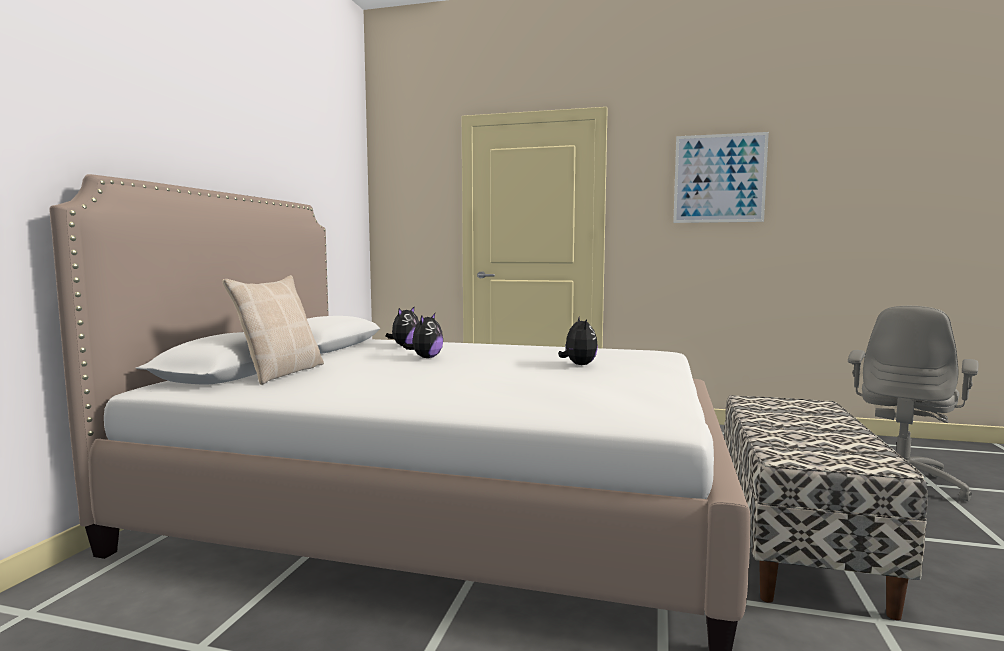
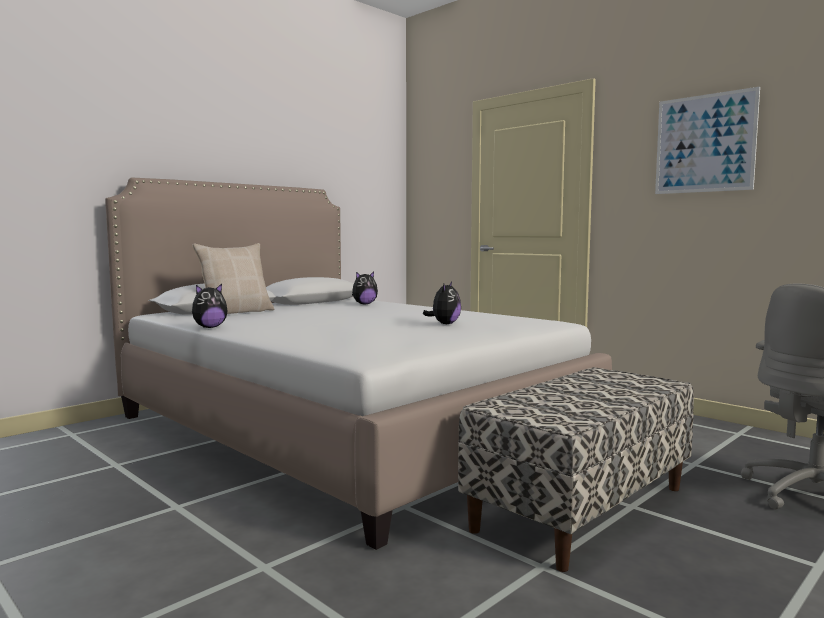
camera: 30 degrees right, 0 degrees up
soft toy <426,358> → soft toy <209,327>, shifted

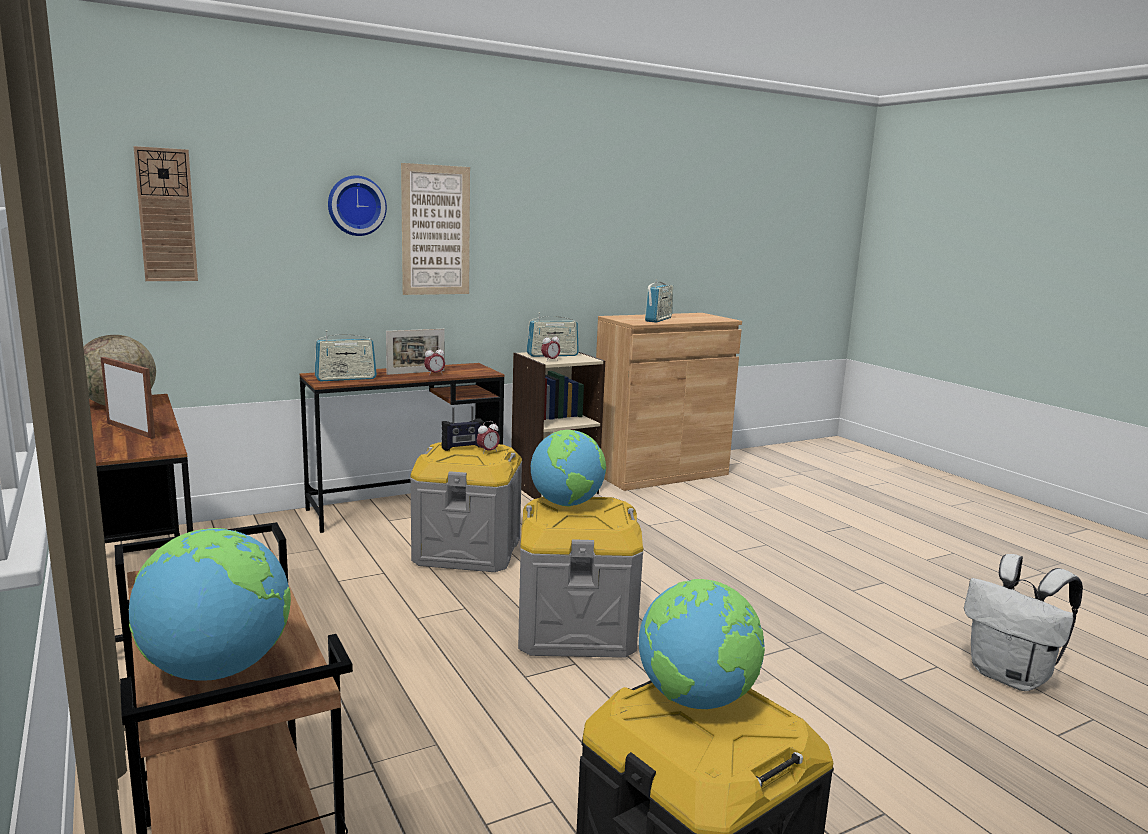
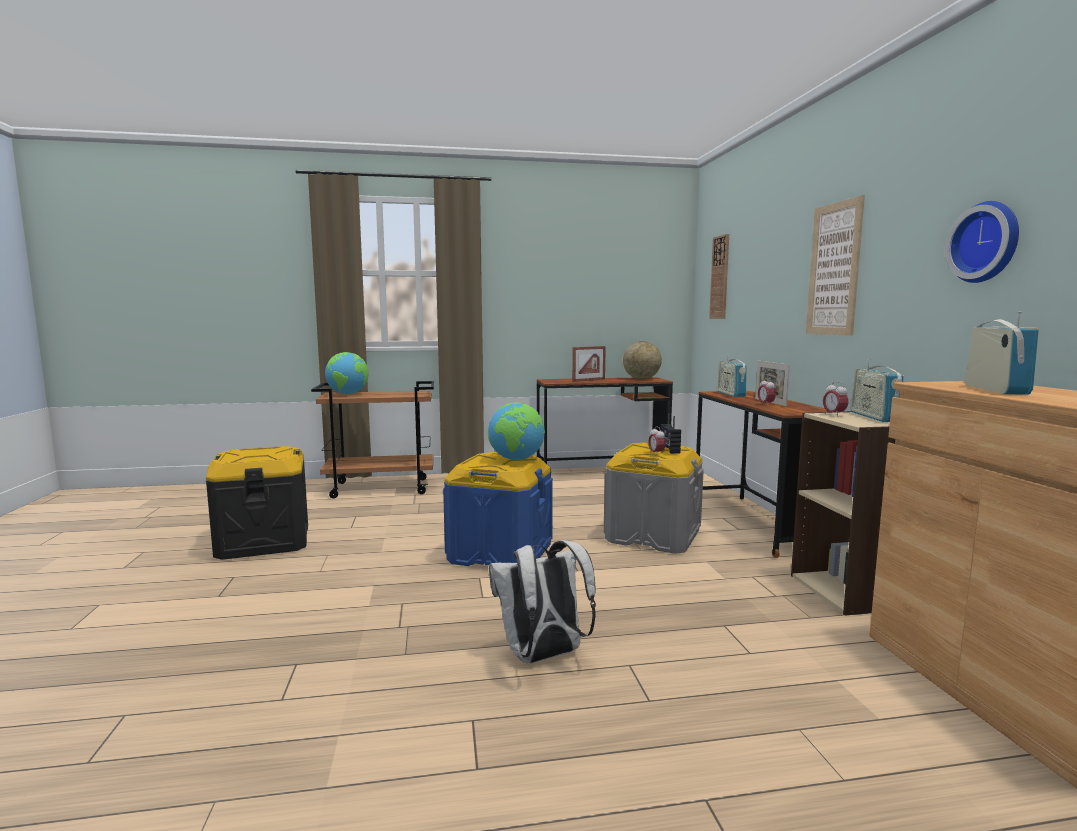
camera: 110 degrees right, 5 degrees down
world globe <697,699> → -
hanging clock <356,205> → hanging clock <987,242>, shifted
knapsack in white <1011,677> → knapsack in white <543,656>, shifted
storage bin in greyish <575,628> → storage bin in blue <500,553>
radio set <658,319> → radio set <995,389>, 120 degrees counterclockwise

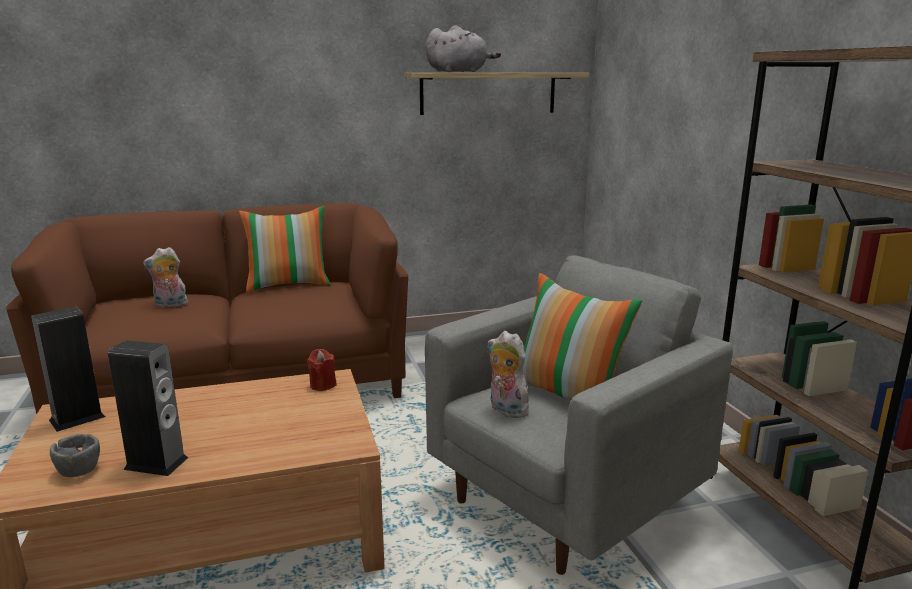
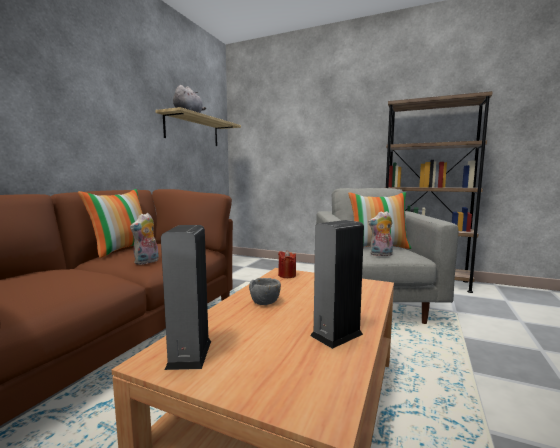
camera: 50 degrees left, 10 degrees down
serving bowl in greyish <79,471> → serving bowl in greyish <265,302>, shifted
soft toy <170,305> → soft toy <147,262>, shifted

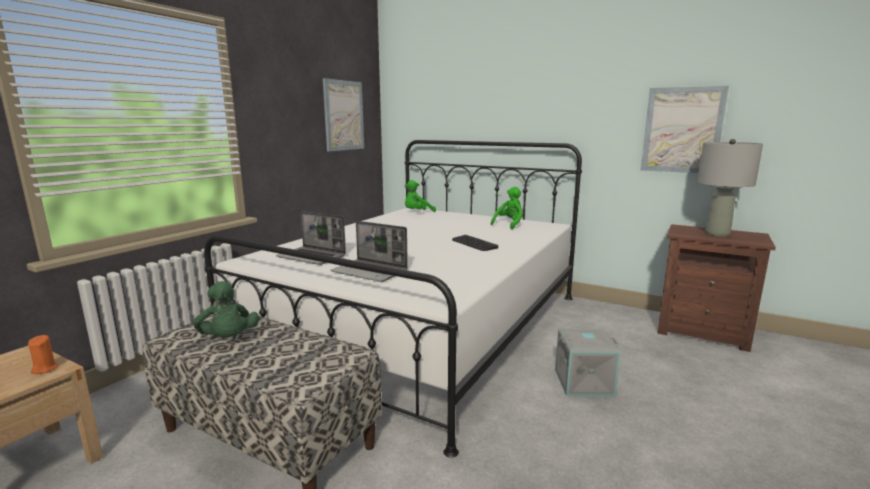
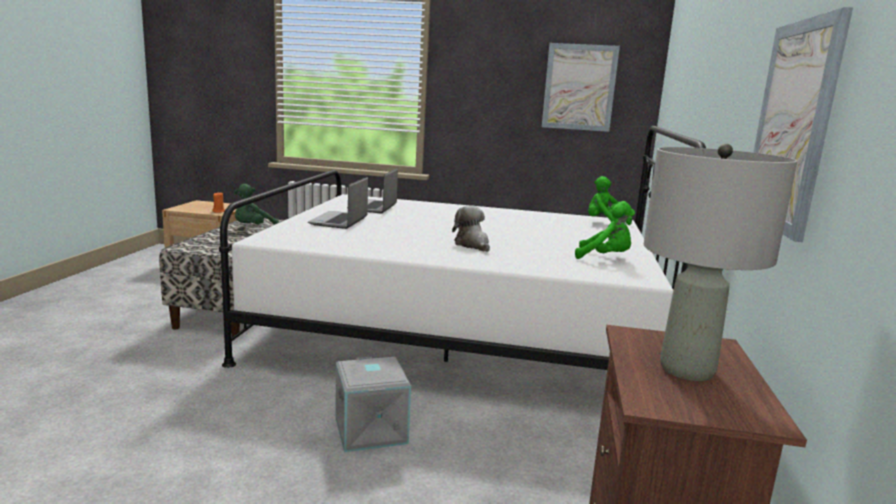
camera: 70 degrees right, 0 degrees up
computer keyboard <474,244> → soft toy <472,245>

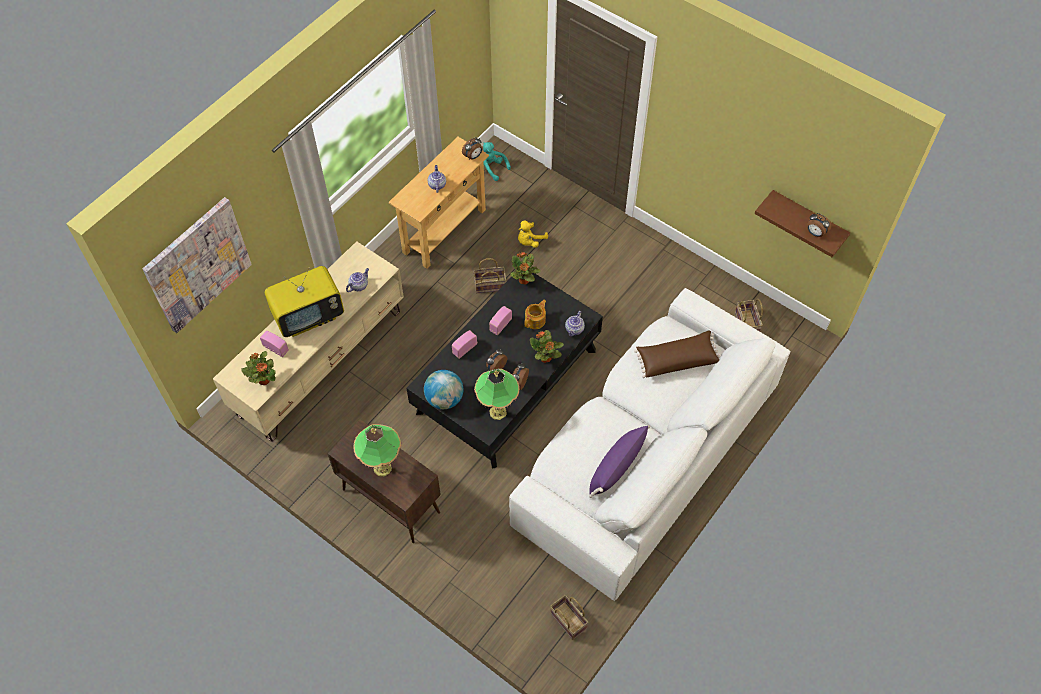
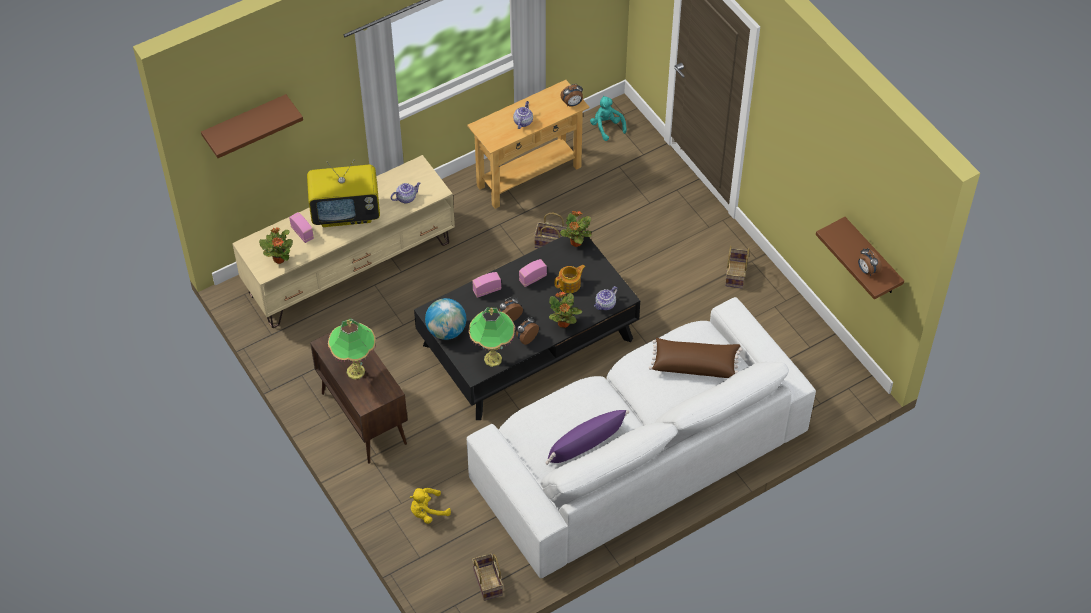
camera: 20 degrees right, 5 degrees down
soft toy in yellow <530,241> → soft toy in yellow <427,512>, shifted
storage basket <747,324> → storage basket <736,275>, shifted
wall art <197,264> → bracket shelf in brown <245,123>

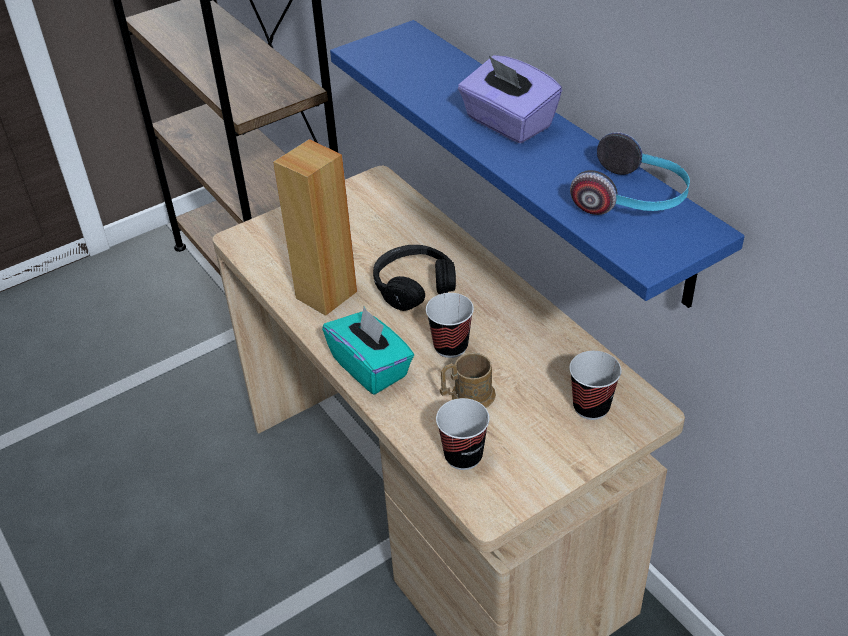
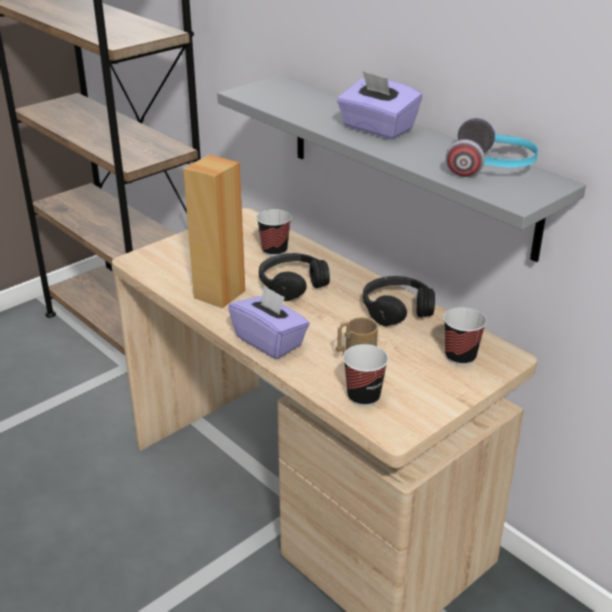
camera: 10 degrees left, 10 degrees down
- → headset in blackish <396,309>
cup <450,346> → cup <274,251>, shifted
box of tissues in turquoise-coloured <371,367> → box of tissues in purple-coloured <270,341>
bracket shelf in blue <552,158> → bracket shelf in greyish <408,163>

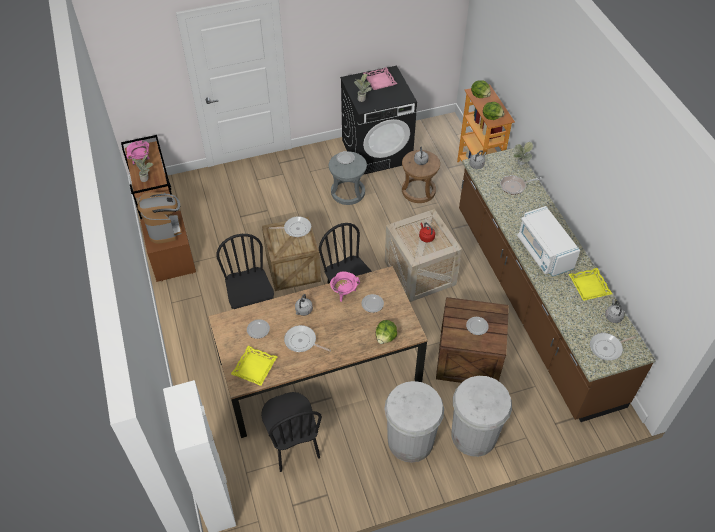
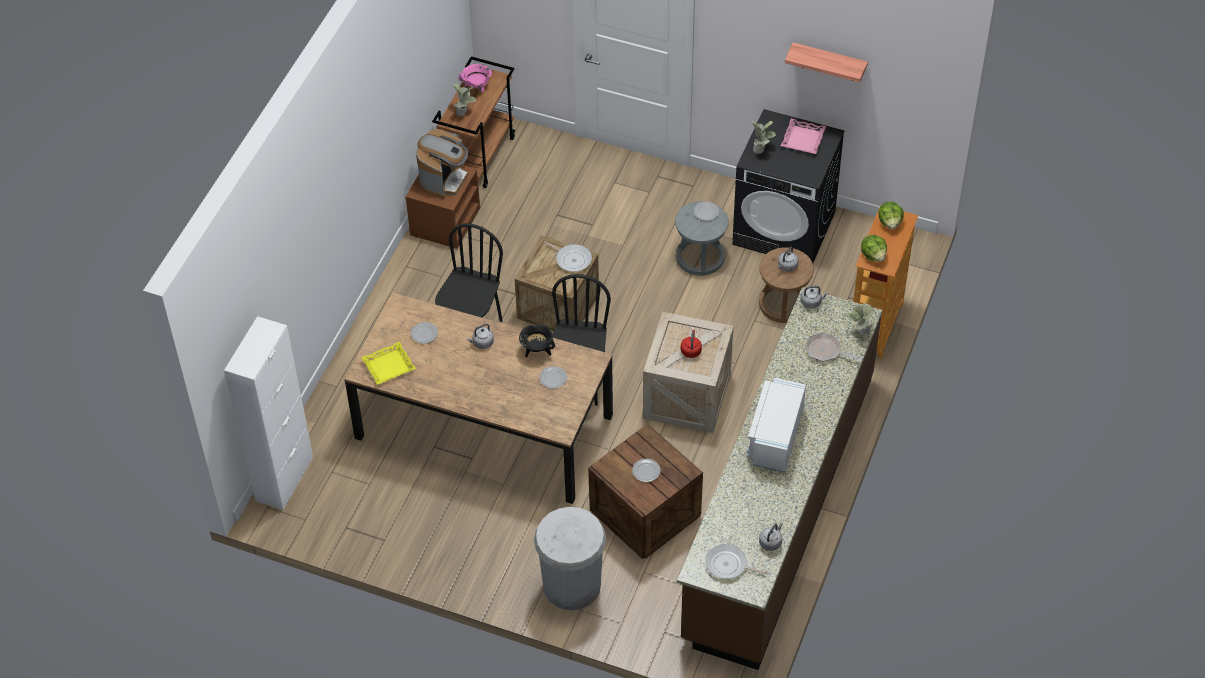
camera: 40 degrees right, 0 degrees up
upright chair in blackish <293,446> → -
pan <302,341> → -
lettuce head <385,337> → -
waste bin in white <410,441> → -
carrying tray in yellow <589,286> → -
- → bracket shelf <829,62>
saucepot in pinkish <344,293> → saucepot in blackish <537,351>

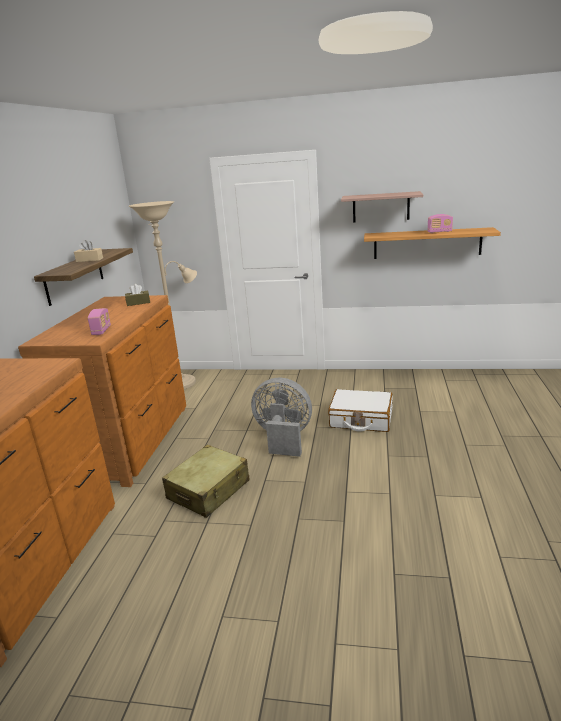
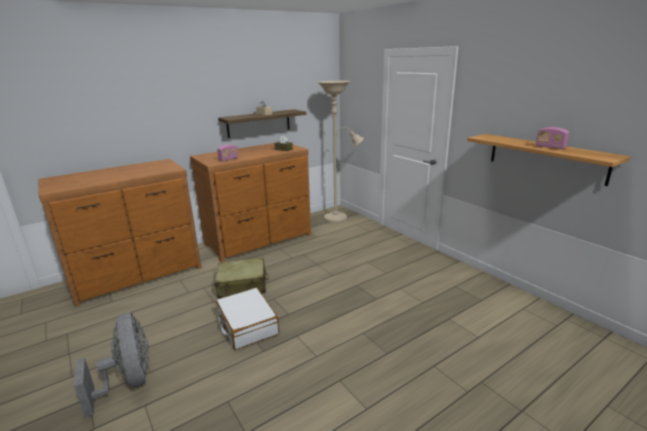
camera: 45 degrees right, 0 degrees up
bracket shelf <381,207> → -
cooling fan in greyish <283,438> → cooling fan in greyish <129,382>, shifted
piece of luggage in white <361,419> → piece of luggage in white <247,325>, shifted

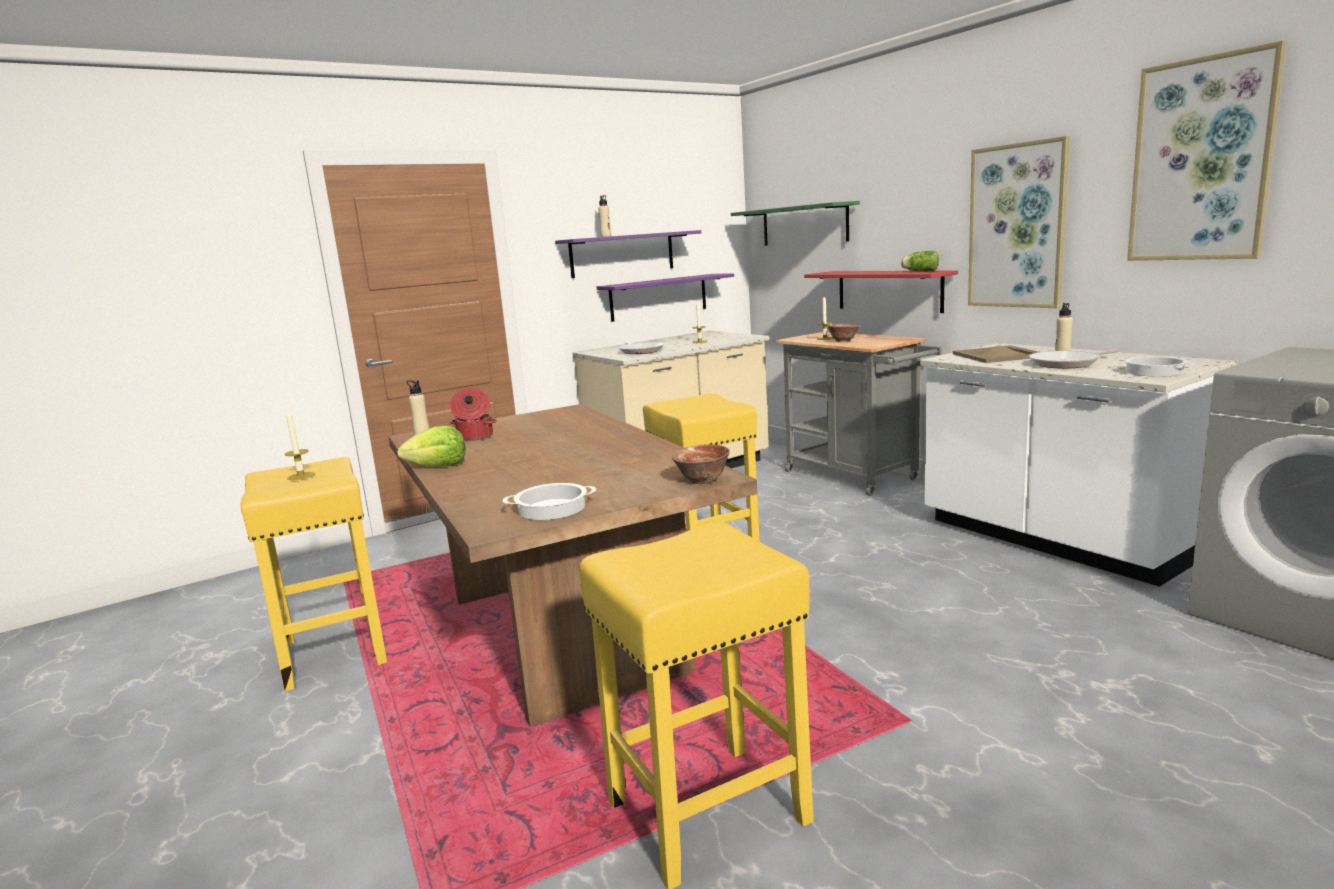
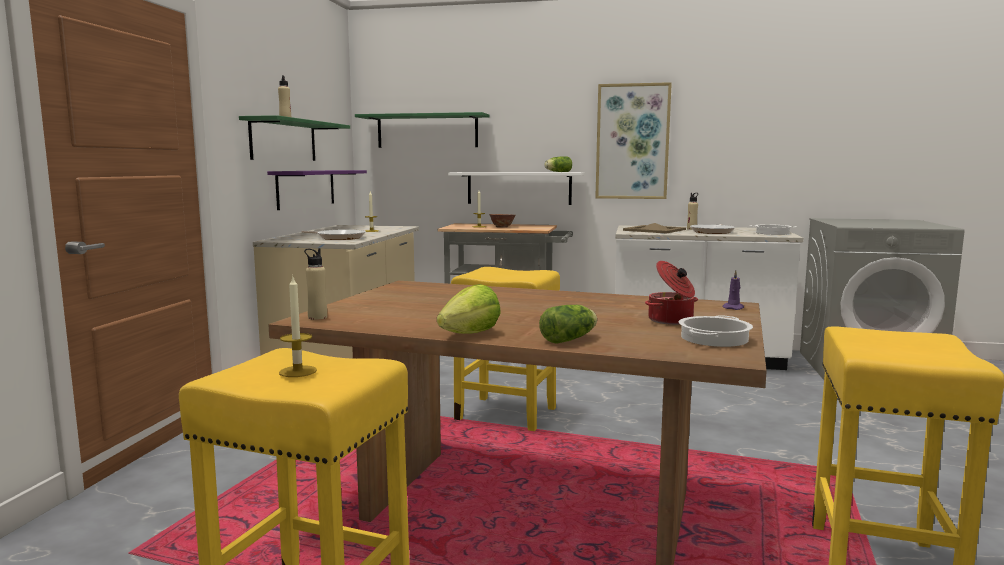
camera: 45 degrees left, 5 degrees down
wall art <1201,160> → -
- → lettuce head <570,339>
saucepot <474,437> → saucepot <671,320>, shifted
serving bowl <703,480> → wax candle in purple-coloured <733,308>
bracket shelf in purple-coloured <622,254> → bracket shelf in green-coloured <284,140>
bracket shelf in red-coloured <889,290> → bracket shelf in white <519,188>

